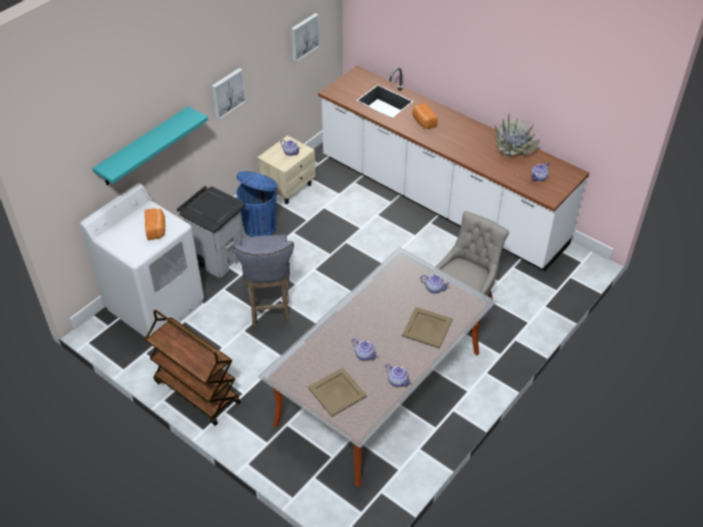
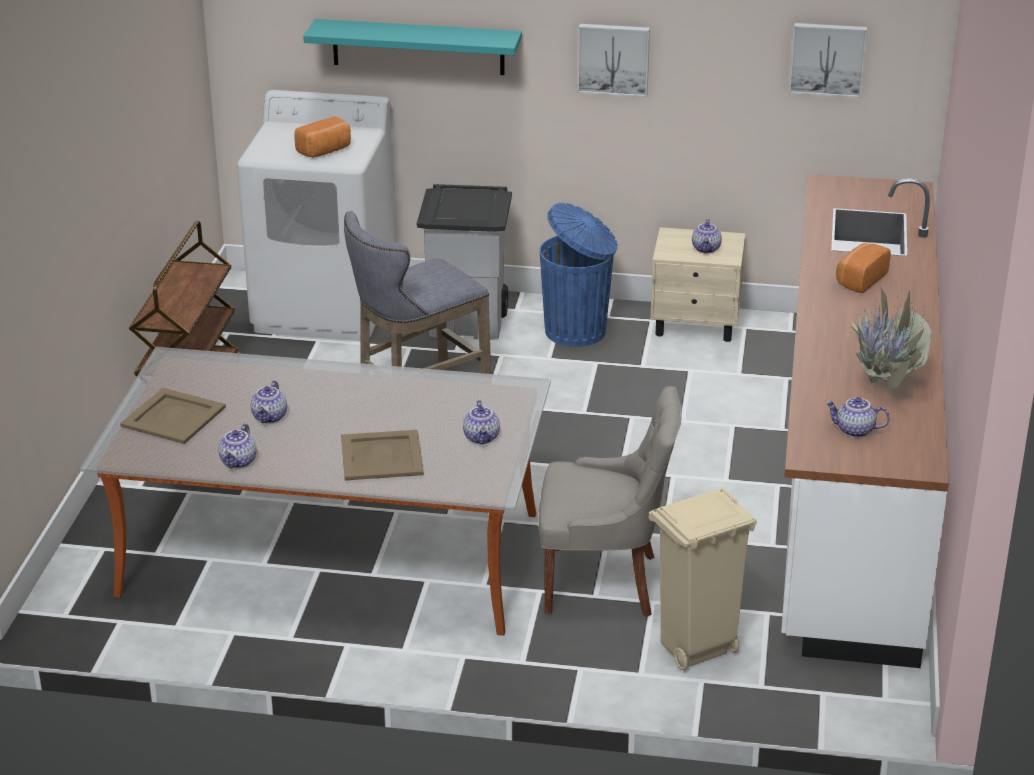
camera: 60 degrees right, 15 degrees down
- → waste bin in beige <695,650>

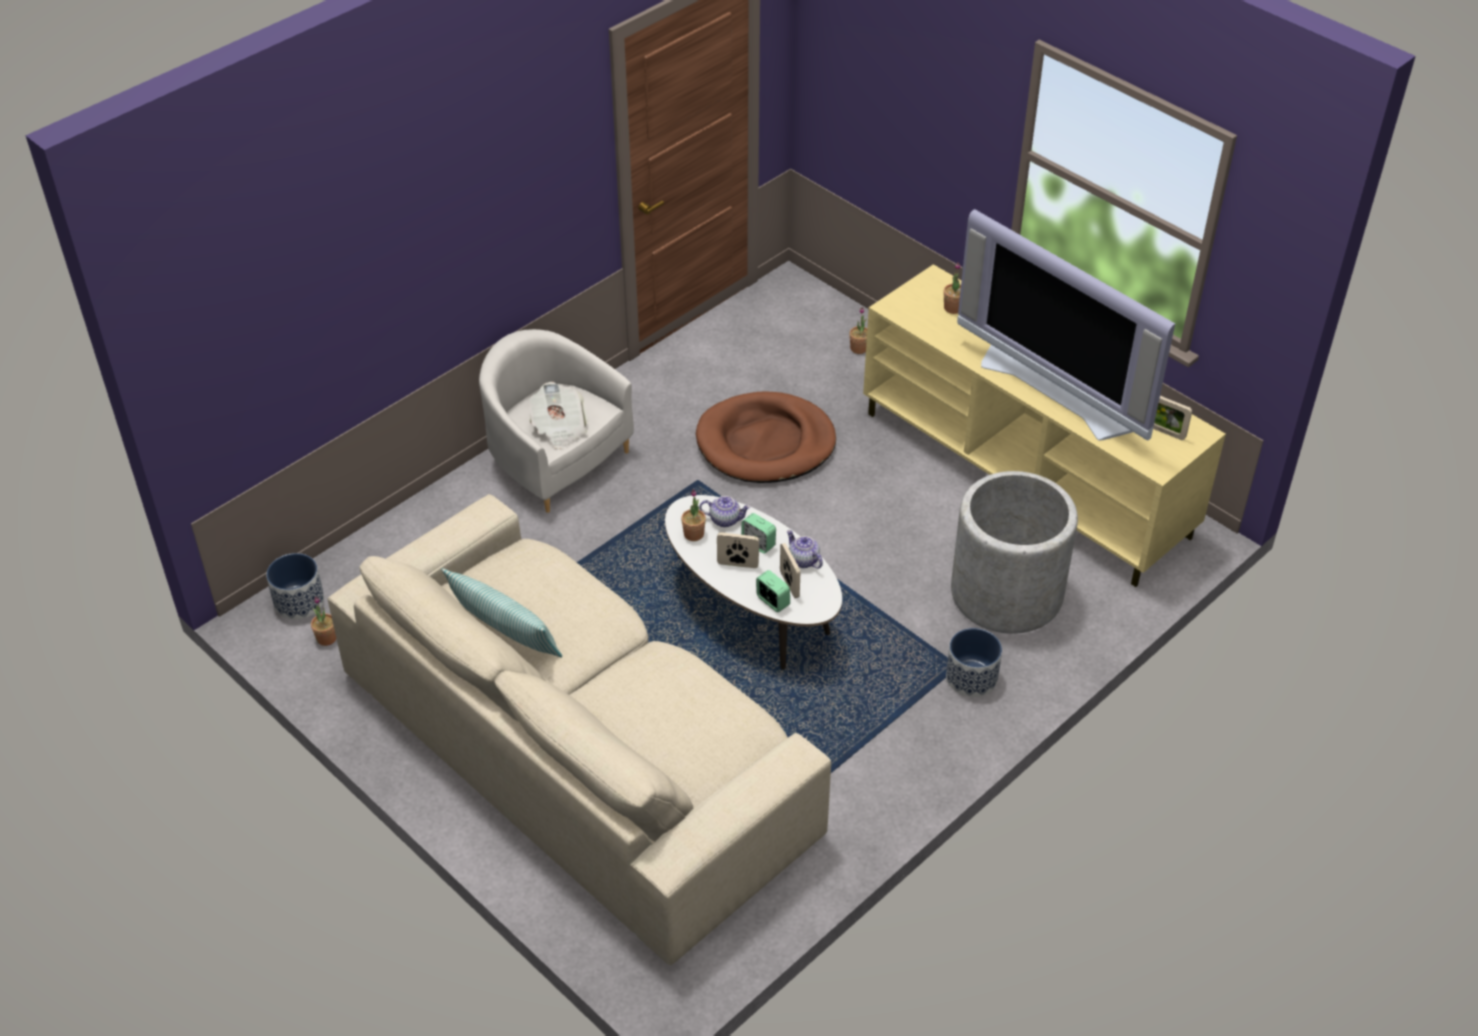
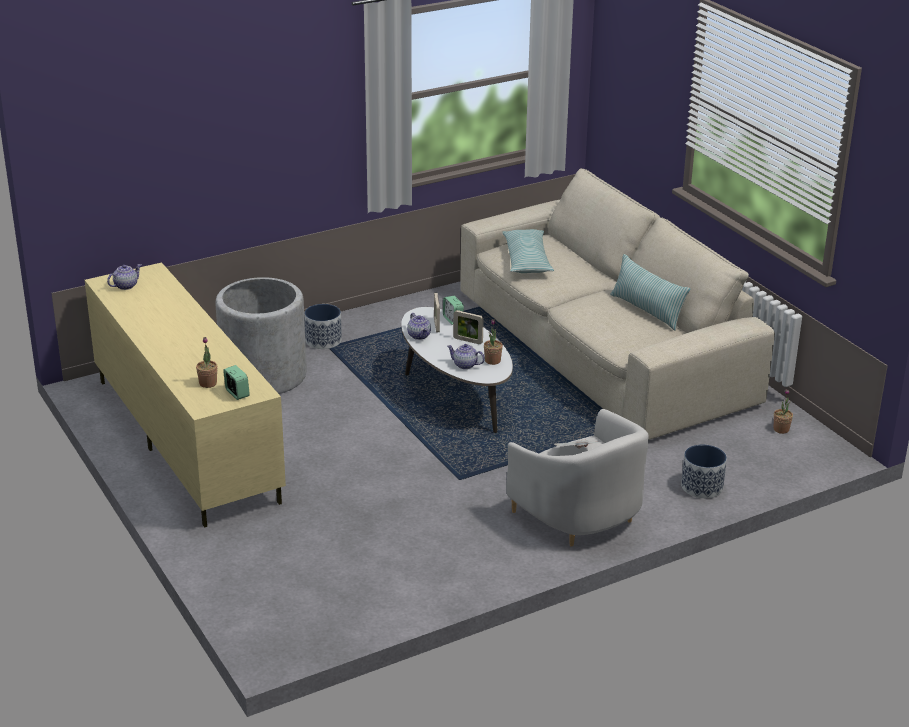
camera: 165 degrees left, 15 degrees down
dog cushion in brown <765,443> → -
plant in a pot <859,348> → -
television <1058,390> → -
- → throw pillow <527,260>
plant pot <299,601> → plant pot <702,487>, shifted
table clock <758,543> → table clock <237,393>, shifted
standing frame <1166,432> → teapot <126,286>

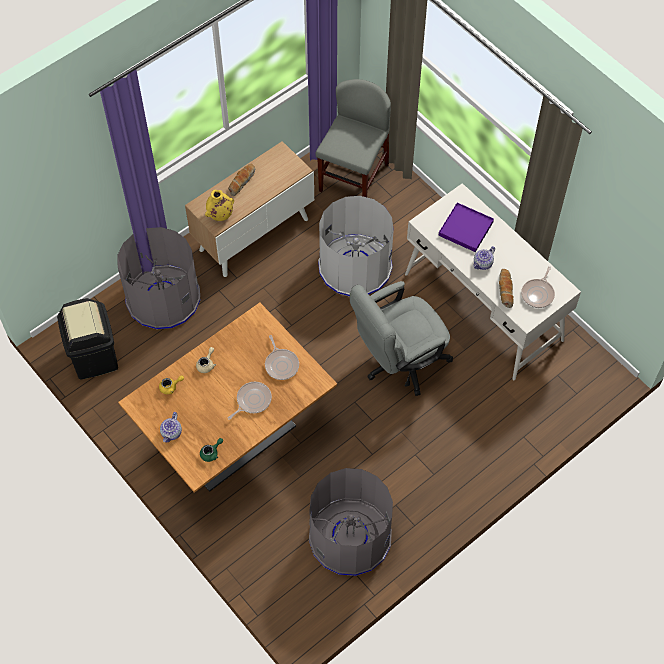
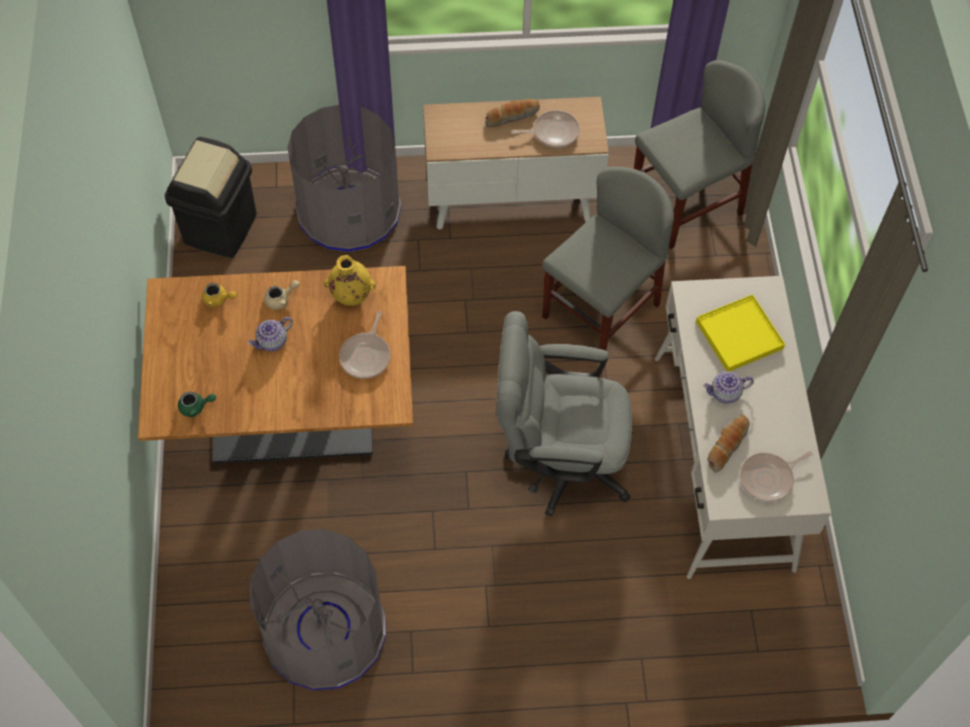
camera: 35 degrees right, 0 degrees up
teapot <171,433> → teapot <272,342>, shifted
flower vase in yellow <220,216> → flower vase in yellow <351,296>, shifted
pan <252,400> → pan <553,132>, shifted
waste bin in greyish <355,266> → upright chair in greyish <600,311>
carrying tray in purple-coloured <465,229> → carrying tray in yellow <738,335>

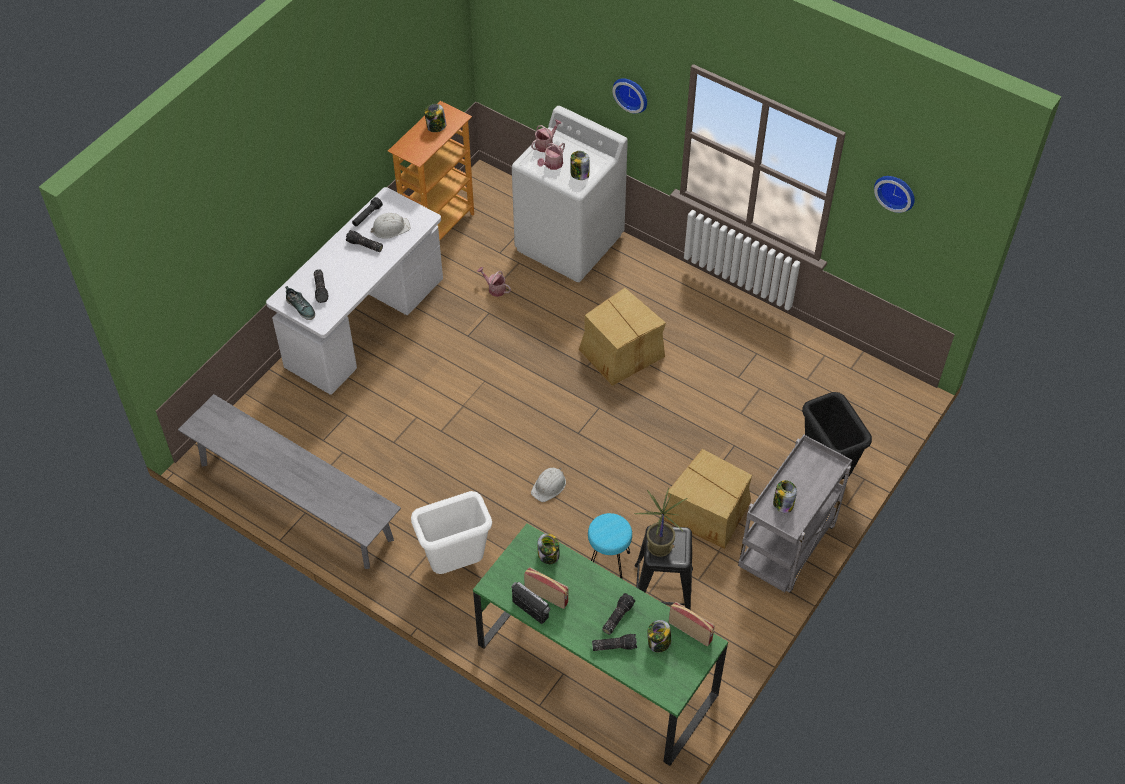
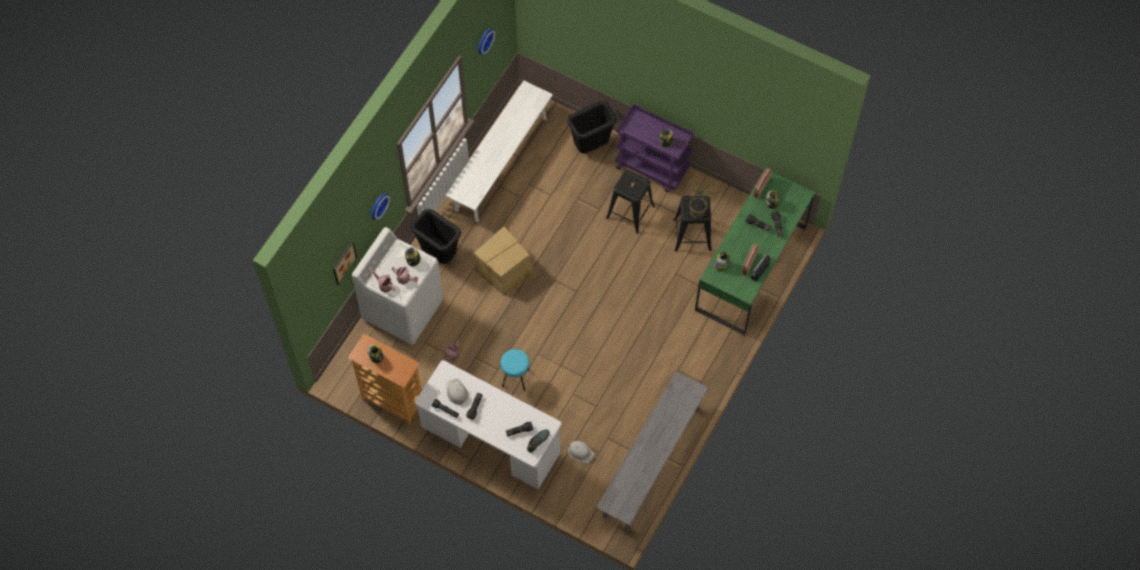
camera: 95 degrees left, 10 degrees up
waste bin in white <455,564> → -
- → wall art <343,262>
- → waste bin in blackish <439,255>
- → bench in white <501,163>
hard hat in white <549,486> → hard hat in white <580,452>, shifted
sitting stool in turquoise-coloured <608,563> → sitting stool in turquoise-coloured <516,378>, shifted
cardboard box <707,511> → sitting stool in blackish <630,212>
wheeled cart in greyish <787,549> → wheeled cart in purple-coloured <653,168>

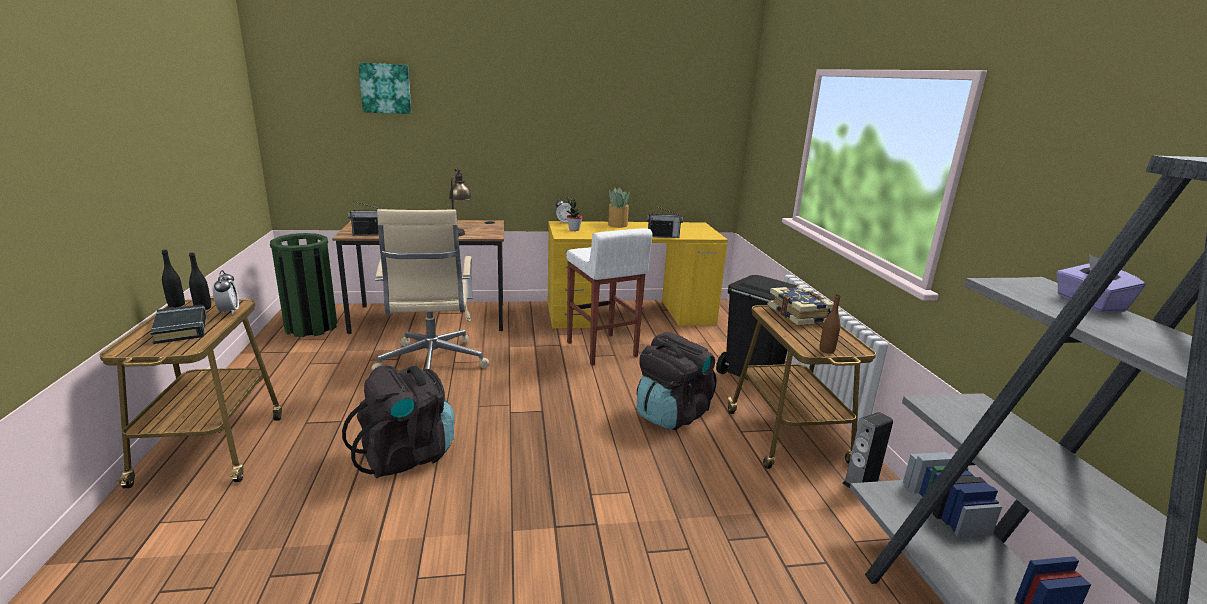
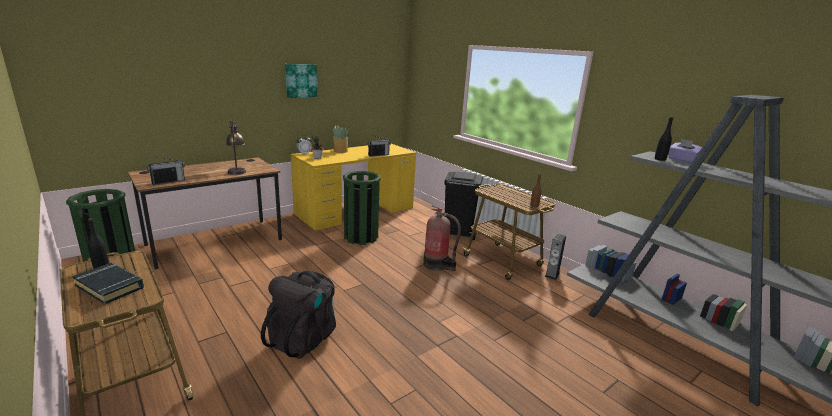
camera: 30 degrees left, 0 degrees up
table clock <229,312> → -
desk chair in beige <432,364> → -
book <799,315> → -
drink bottle in blackish <176,305> → drink bottle in blackish <660,159>, shifted
wall art <385,88> → wall art <301,80>, shifted
sitting stool in white <601,349> → waste bin in green-coloured <361,237>
knapsack in blackish <671,414> → extinguisher <437,265>

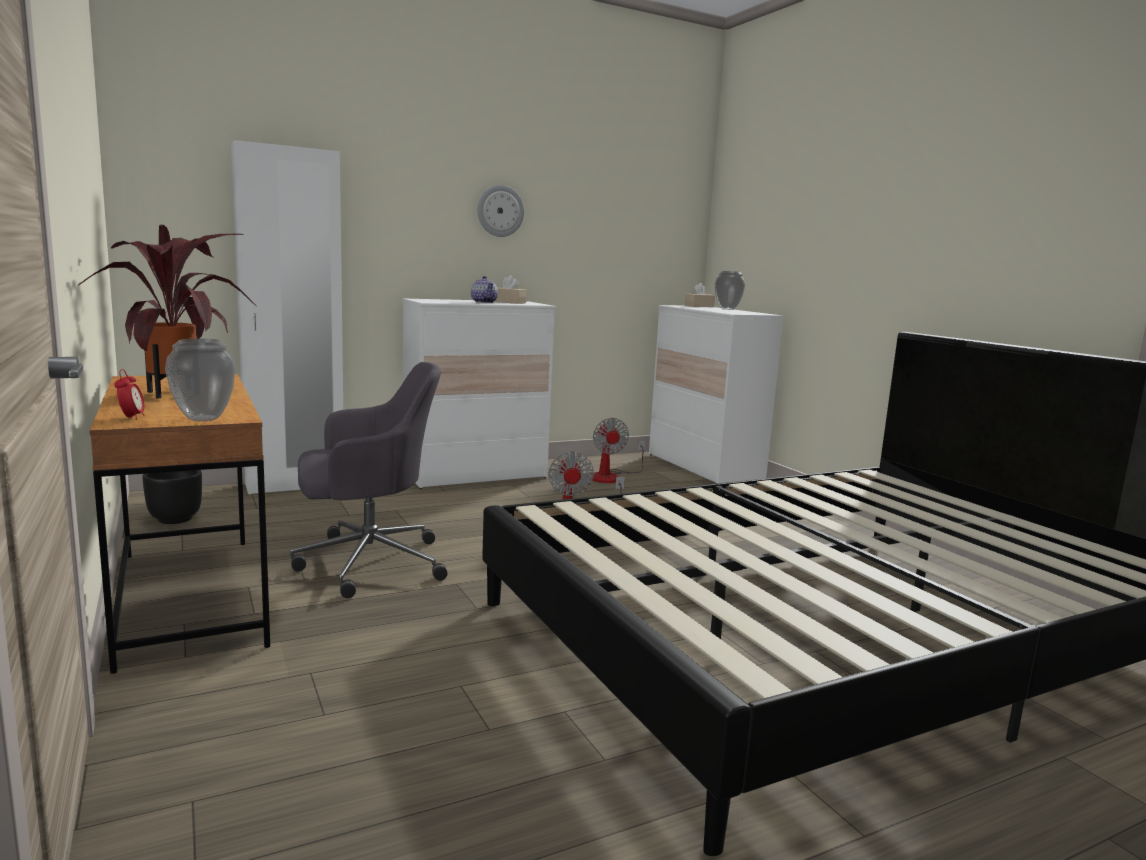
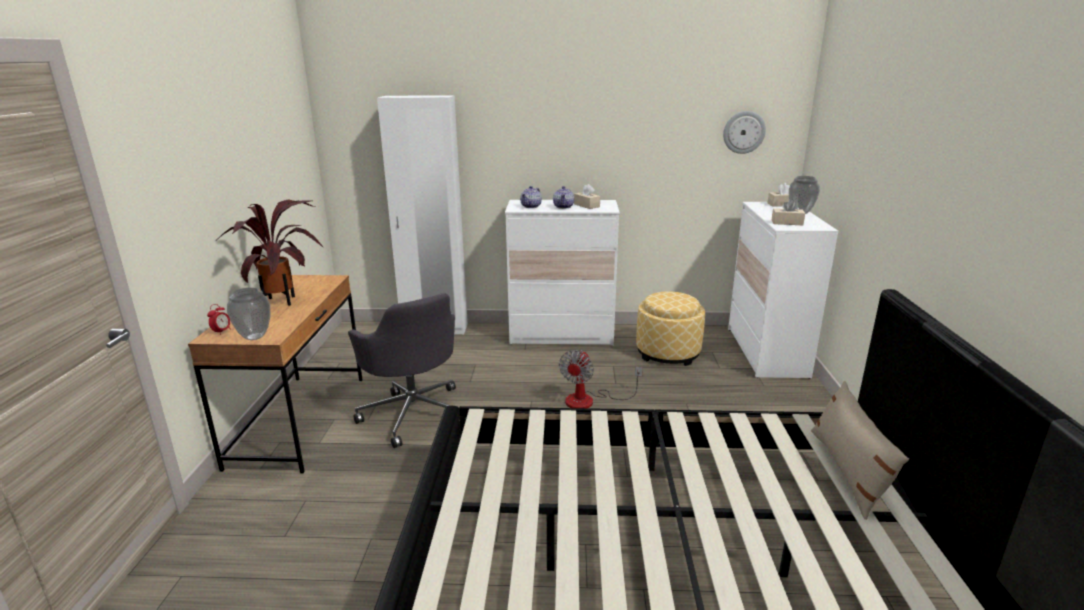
camera: 30 degrees right, 10 degrees up
plant pot in blackish <175,519> → -
- → teapot <531,206>
- → box of tissues in beige <787,222>
- → throw pillow in beige <848,471>
hanging clock <500,211> → hanging clock <744,132>, shifted
cooling fan <611,477> → footrest <668,353>
desk chair in greyish <367,563> → desk chair in greyish <414,413>, 45 degrees clockwise

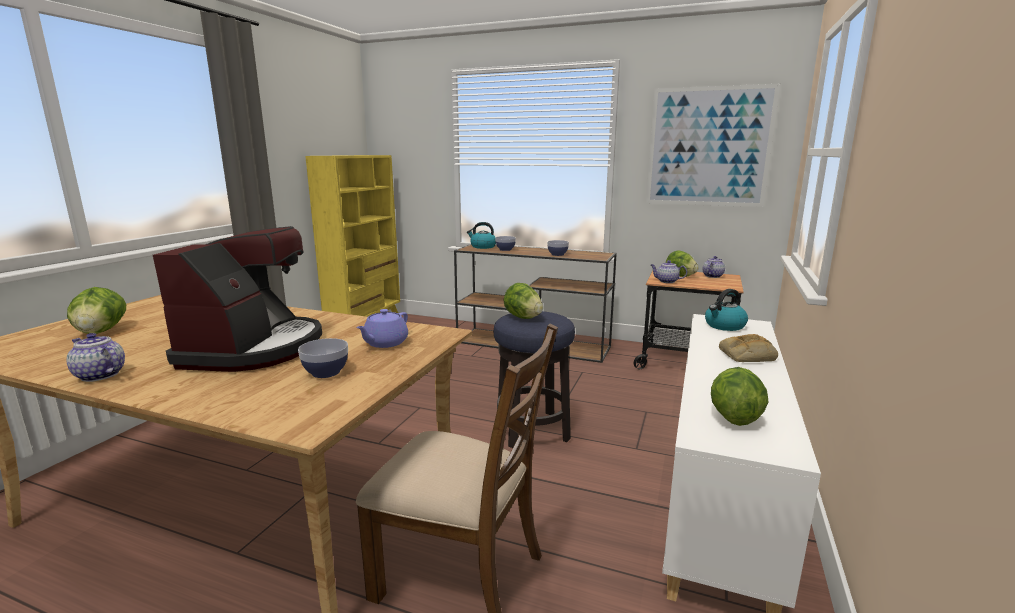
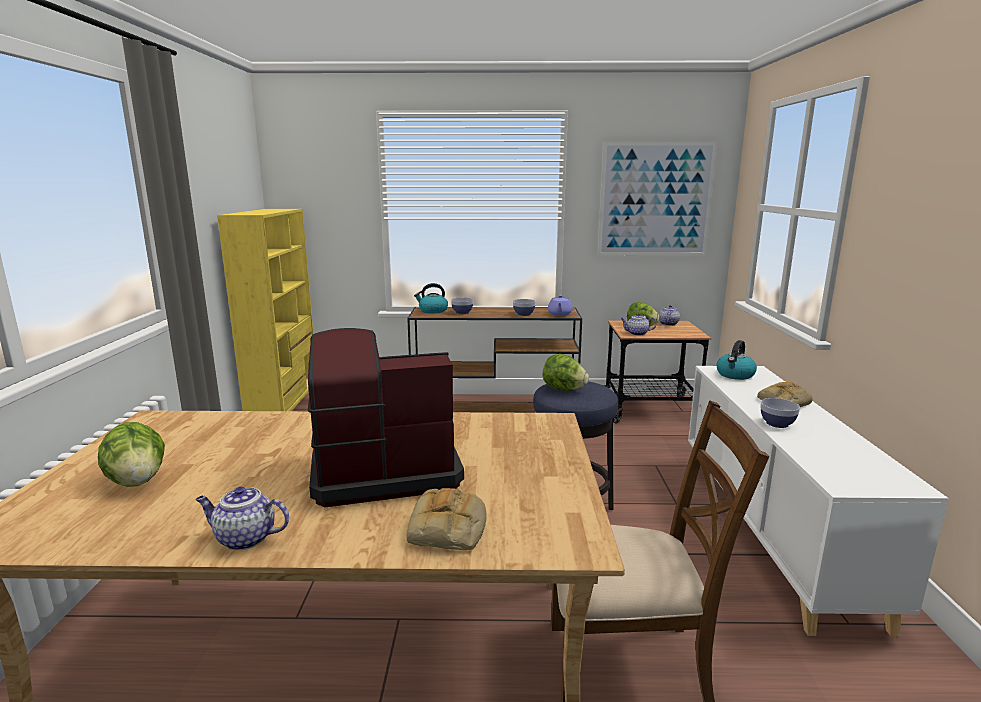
camera: 20 degrees left, 0 degrees up
lettuce head <733,417> → -
- → bread <448,529>
serving bowl <325,372> → serving bowl <777,424>, shifted
teapot in purple-coloured <385,343> → teapot in purple-coloured <559,314>, shifted
coffee maker <254,348> → coffee maker <383,470>, 90 degrees counterclockwise

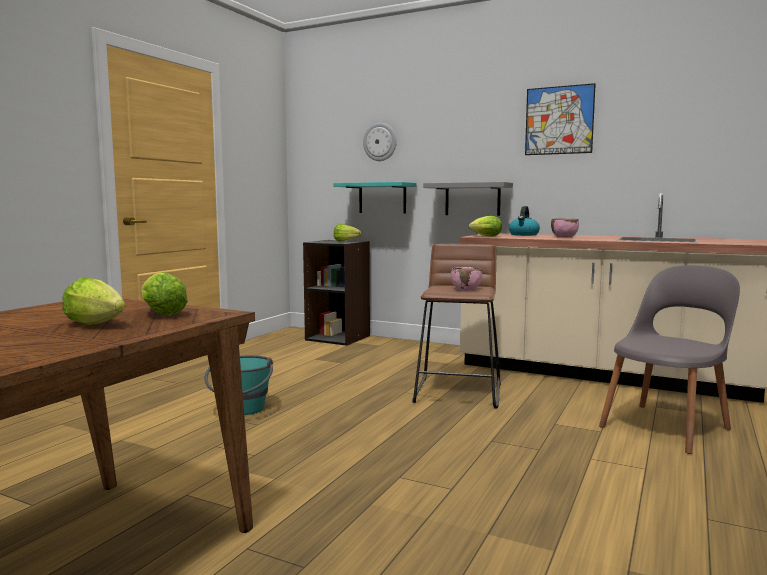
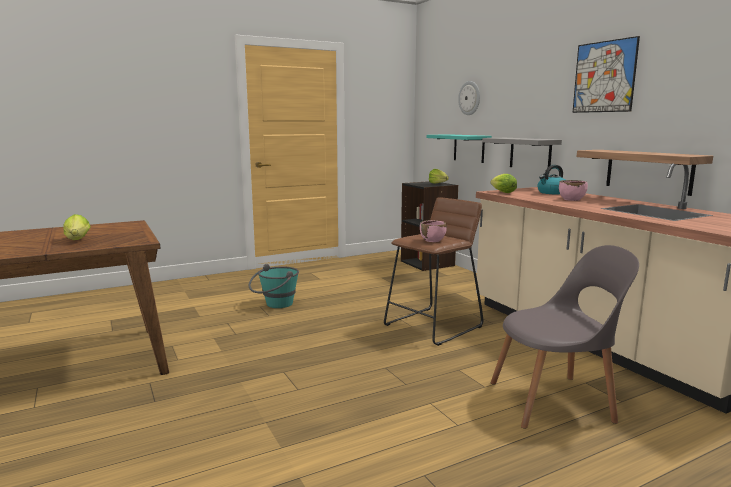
camera: 35 degrees right, 5 degrees up
lettuce head <161,313> → -
- → bracket shelf <648,171>

